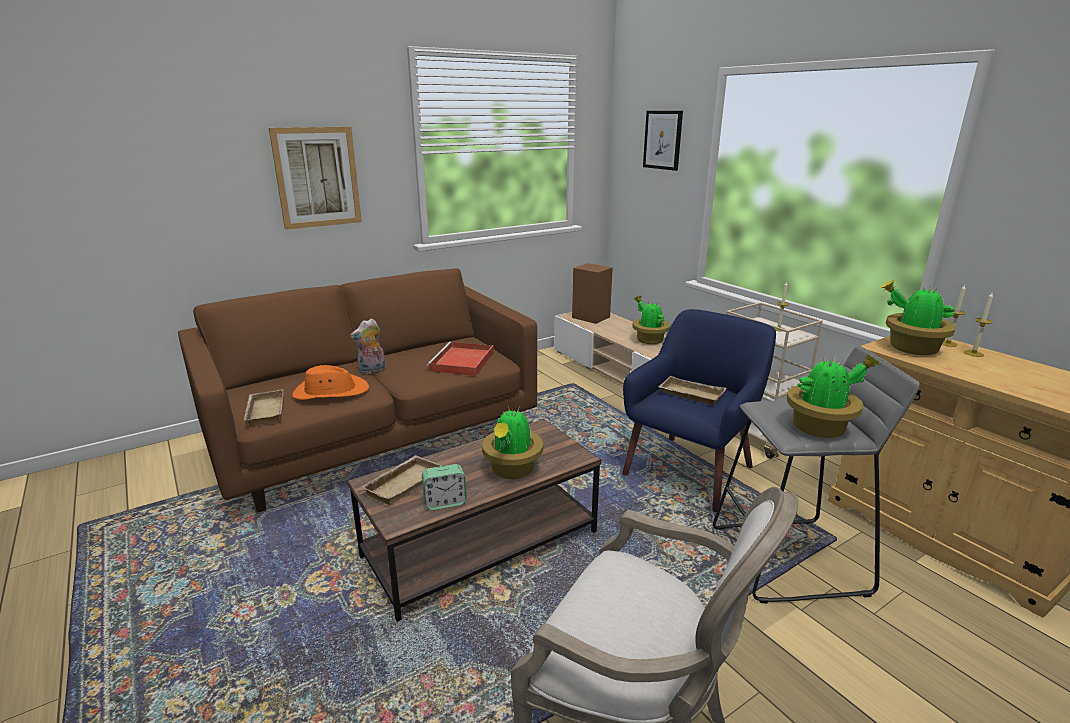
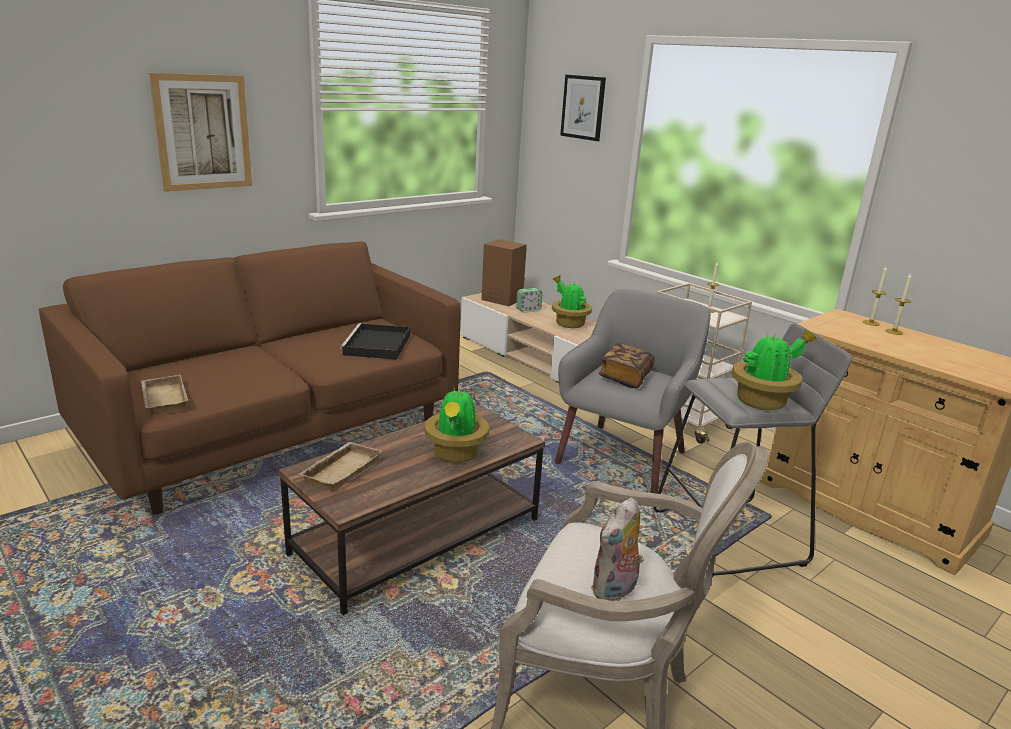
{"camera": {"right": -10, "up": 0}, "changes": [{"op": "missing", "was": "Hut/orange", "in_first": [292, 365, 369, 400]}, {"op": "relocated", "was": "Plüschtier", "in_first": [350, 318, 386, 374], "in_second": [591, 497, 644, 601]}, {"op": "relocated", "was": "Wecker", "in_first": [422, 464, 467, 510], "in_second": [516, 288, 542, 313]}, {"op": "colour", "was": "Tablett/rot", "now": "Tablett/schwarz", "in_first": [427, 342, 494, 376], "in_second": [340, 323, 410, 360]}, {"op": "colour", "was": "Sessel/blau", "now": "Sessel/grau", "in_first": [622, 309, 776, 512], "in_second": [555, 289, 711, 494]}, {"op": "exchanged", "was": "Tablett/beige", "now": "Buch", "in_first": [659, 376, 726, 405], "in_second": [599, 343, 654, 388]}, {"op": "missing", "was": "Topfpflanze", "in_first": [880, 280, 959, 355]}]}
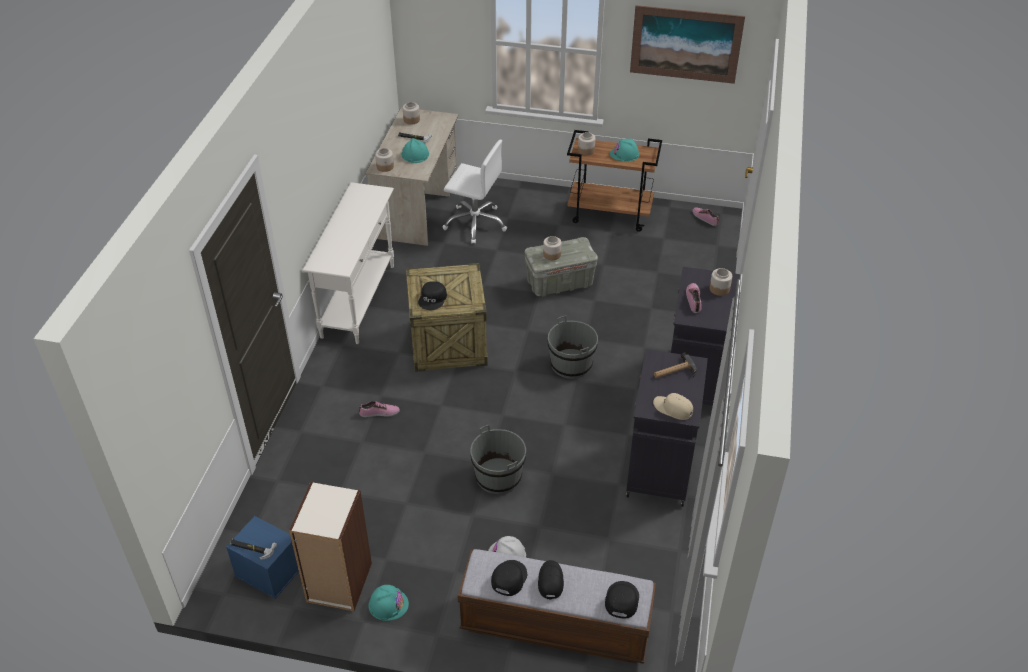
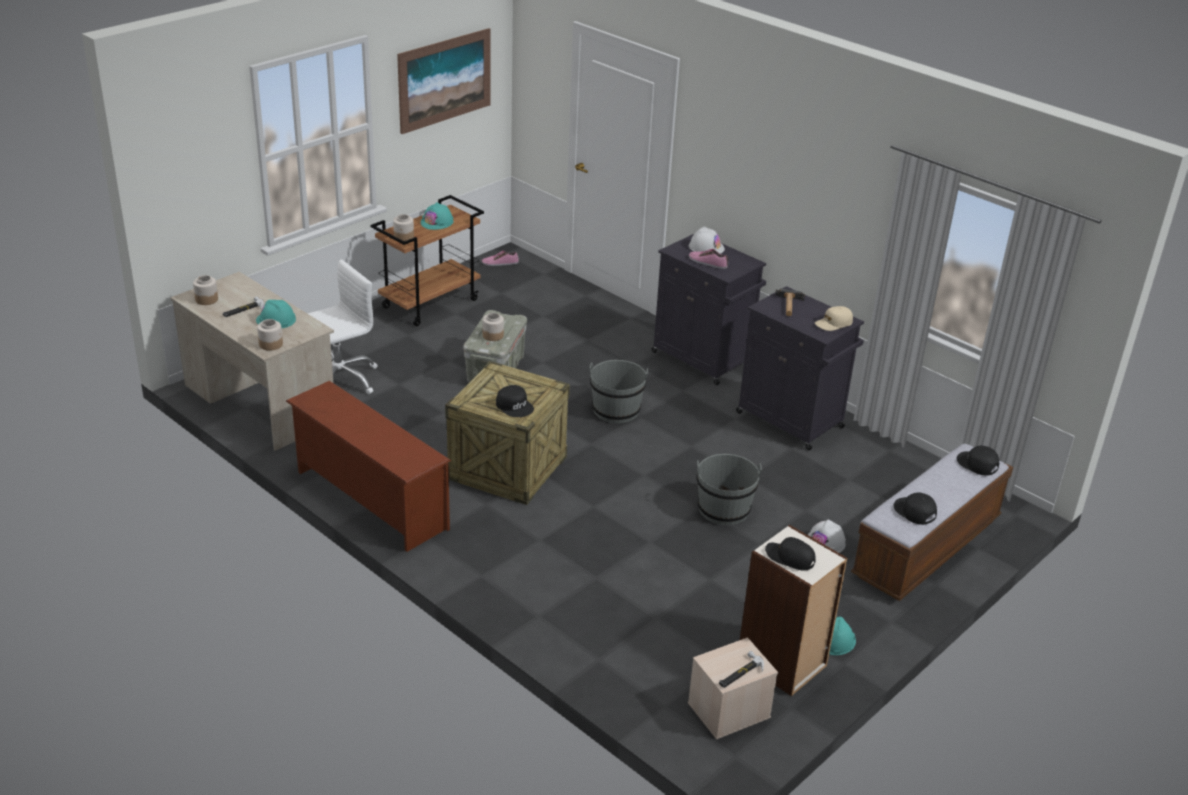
{"camera": {"right": -60, "up": -10}, "changes": [{"op": "colour", "was": "Aufbewahrungsbox/blau", "now": "Aufbewahrungsbox/beige", "in_first": [226, 516, 299, 599], "in_second": [688, 637, 778, 740]}, {"op": "exchanged", "was": "Konsolentisch/weiß", "now": "Schuhregal/braun", "in_first": [302, 182, 394, 344], "in_second": [286, 381, 451, 552]}, {"op": "missing", "was": "Schuh", "in_first": [359, 401, 400, 417]}, {"op": "relocated", "was": "Kappe/schwarz", "in_first": [538, 560, 564, 599], "in_second": [765, 537, 816, 570]}, {"op": "exchanged", "was": "Vorratsglas", "now": "Schutzhelm/weiß", "in_first": [710, 268, 732, 296], "in_second": [689, 227, 725, 254]}]}
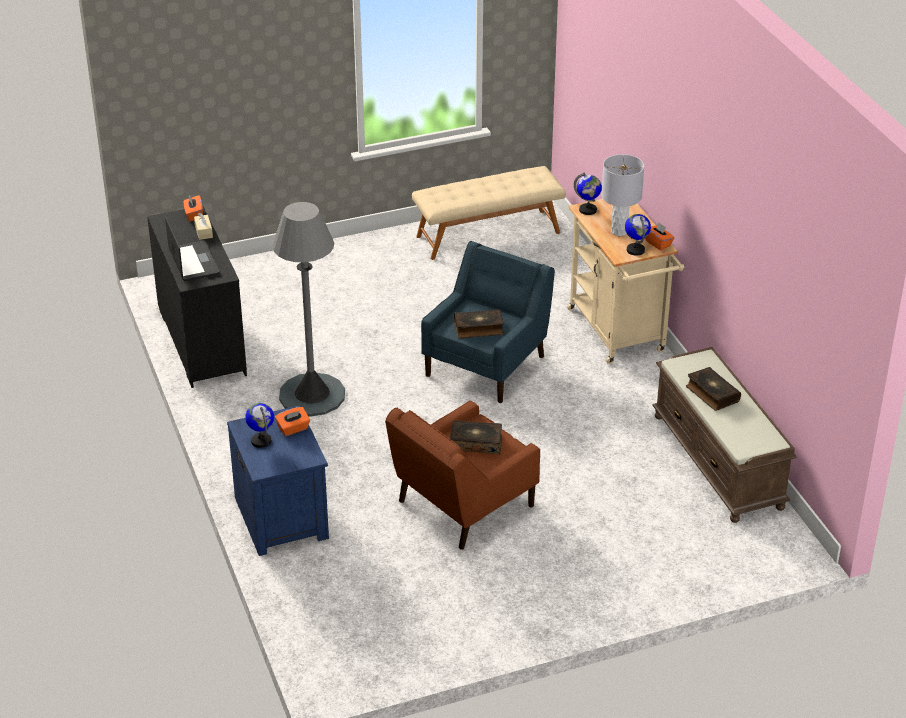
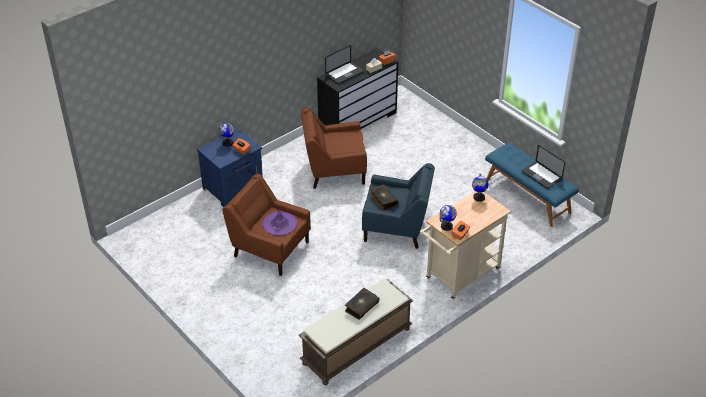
{"camera": {"right": 70, "up": 5}, "changes": [{"op": "exchanged", "was": "Stehlampe/grau", "now": "Sessel/braun", "in_first": [272, 202, 345, 417], "in_second": [301, 108, 367, 189]}, {"op": "colour", "was": "Bank/beige", "now": "Bank/blau", "in_first": [412, 166, 566, 260], "in_second": [485, 143, 579, 227]}, {"op": "exchanged", "was": "Buch", "now": "Hut/lila", "in_first": [450, 420, 502, 454], "in_second": [263, 210, 297, 235]}, {"op": "missing", "was": "Tischlampe/grau", "in_first": [601, 154, 644, 236]}, {"op": "appeared", "now": "Laptop", "in_second": [521, 145, 565, 189]}]}
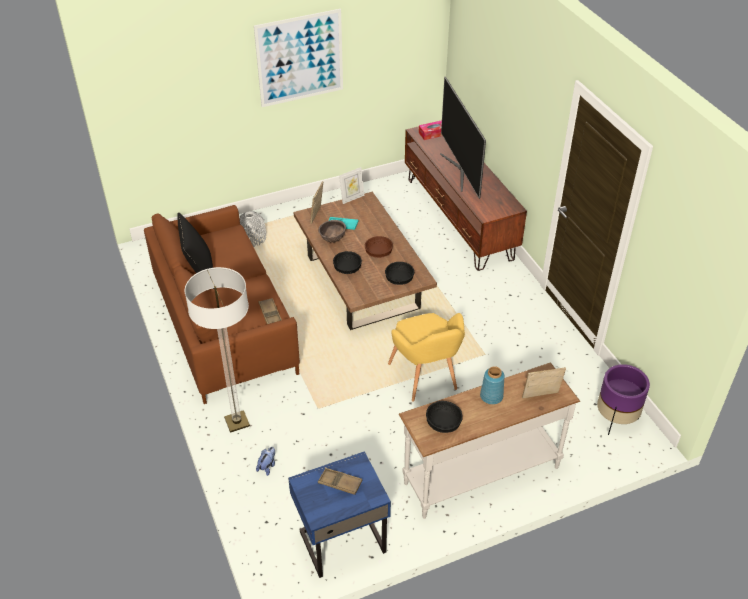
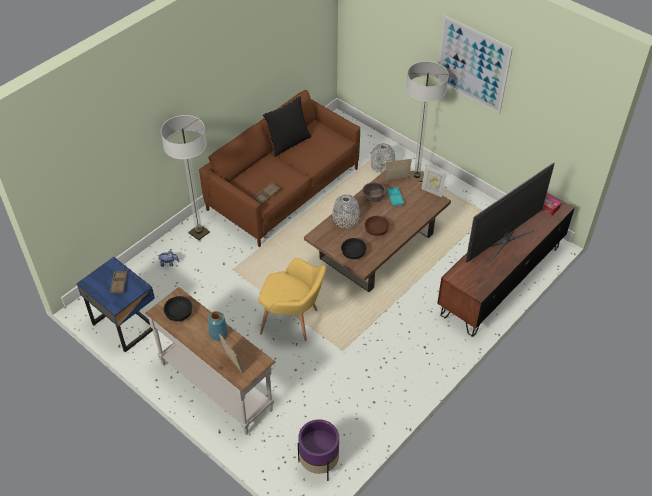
{"camera": {"right": 65, "up": 5}, "changes": [{"op": "exchanged", "was": "Schüssel/schwarz", "now": "Vase/grau", "in_first": [333, 251, 362, 274], "in_second": [332, 194, 360, 229]}, {"op": "spun", "was": "Sessel/gelb", "in_first": [388, 313, 465, 402], "in_second": [258, 258, 326, 341], "clockwise": -120}, {"op": "appeared", "now": "Stehlampe", "in_second": [406, 61, 449, 182]}]}
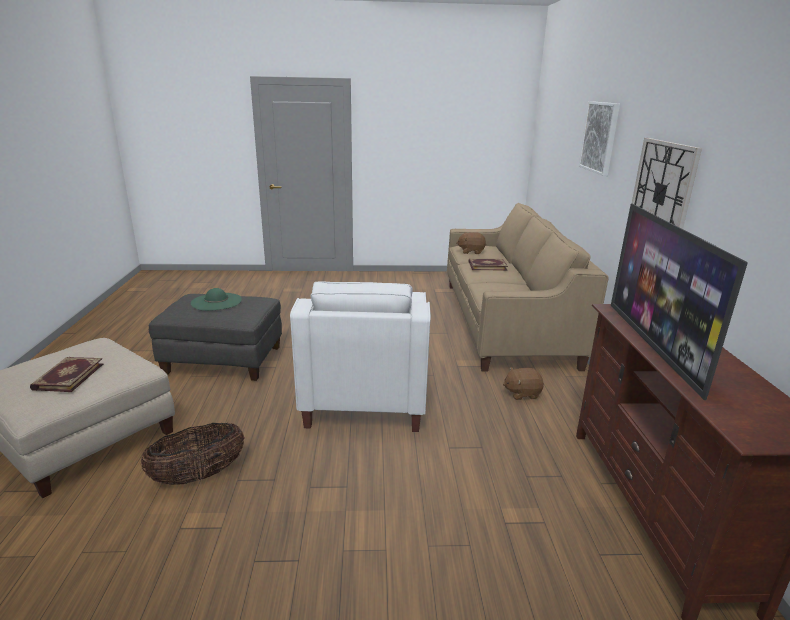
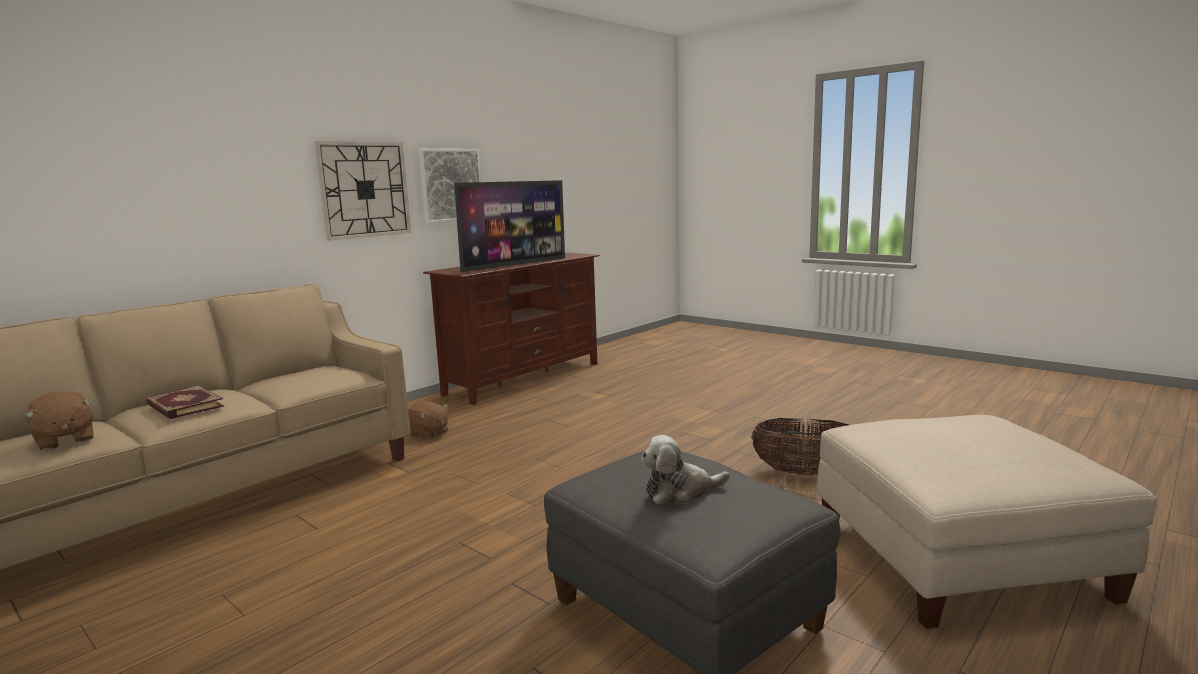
{"camera": {"right": -135, "up": -10}, "changes": [{"op": "missing", "was": "Buch", "in_first": [30, 357, 103, 392]}, {"op": "exchanged", "was": "Hut/grün", "now": "Plüschtier", "in_first": [191, 288, 242, 311], "in_second": [641, 435, 730, 504]}, {"op": "missing", "was": "Sessel/weiß", "in_first": [290, 281, 431, 432]}, {"op": "relocated", "was": "Bild", "in_first": [579, 101, 620, 176], "in_second": [418, 149, 482, 224]}]}
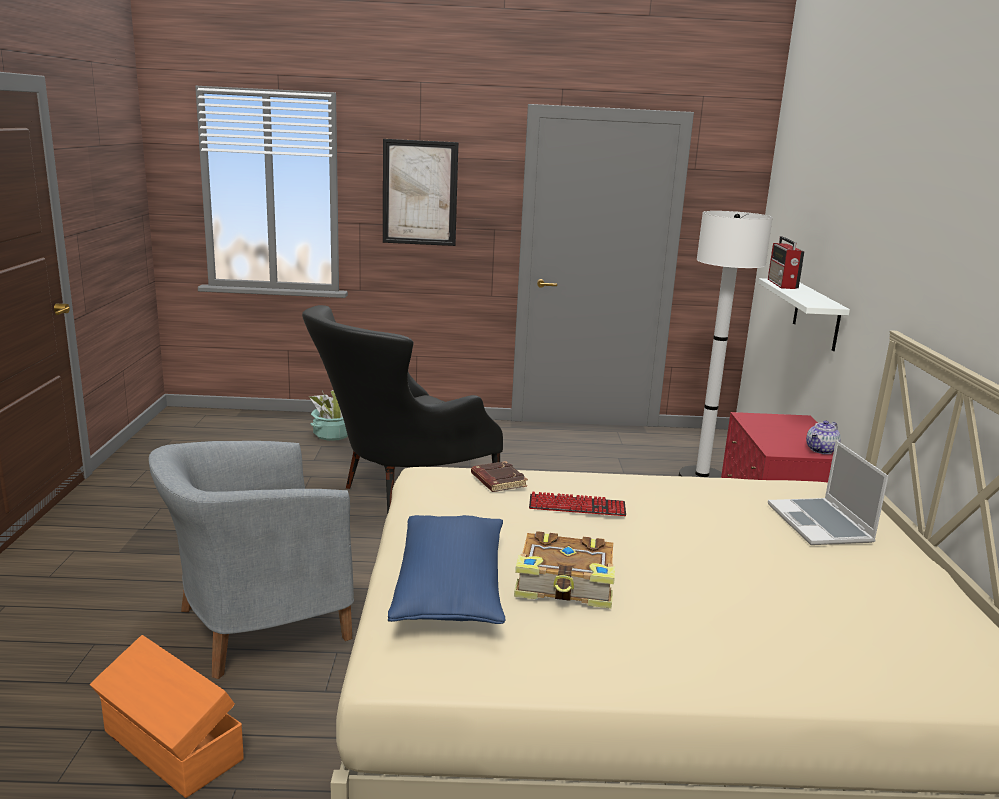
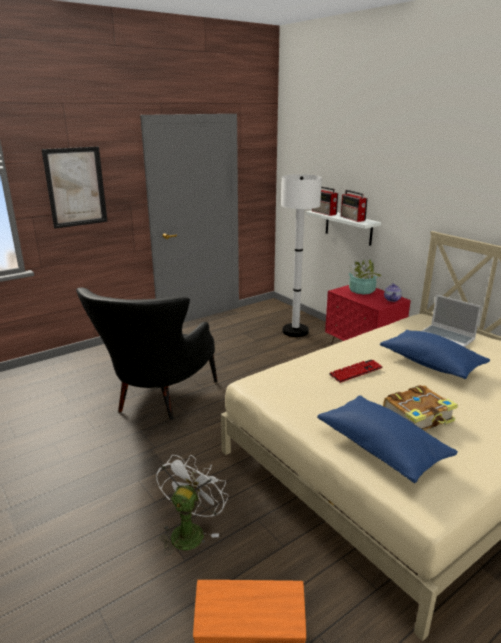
{"camera": {"right": -35, "up": 5}, "changes": [{"op": "exchanged", "was": "Sessel/grau", "now": "Ventilator/weiß", "in_first": [149, 441, 354, 679], "in_second": [156, 455, 228, 555]}, {"op": "relocated", "was": "Topfpflanze", "in_first": [309, 390, 348, 441], "in_second": [349, 259, 383, 295]}, {"op": "missing", "was": "Buch/braun", "in_first": [471, 461, 528, 492]}, {"op": "appeared", "now": "Radio", "in_second": [341, 190, 368, 222]}, {"op": "appeared", "now": "Kissen/blau", "in_second": [380, 330, 490, 379]}]}
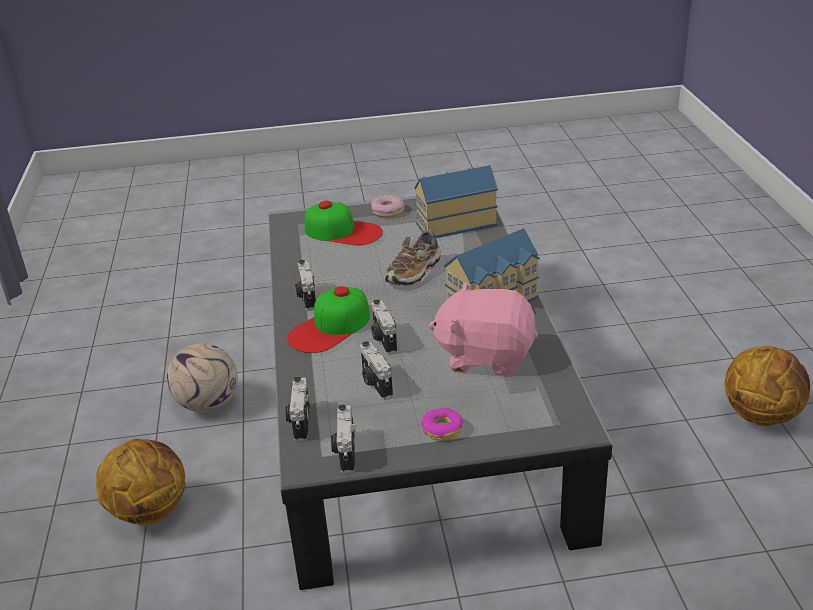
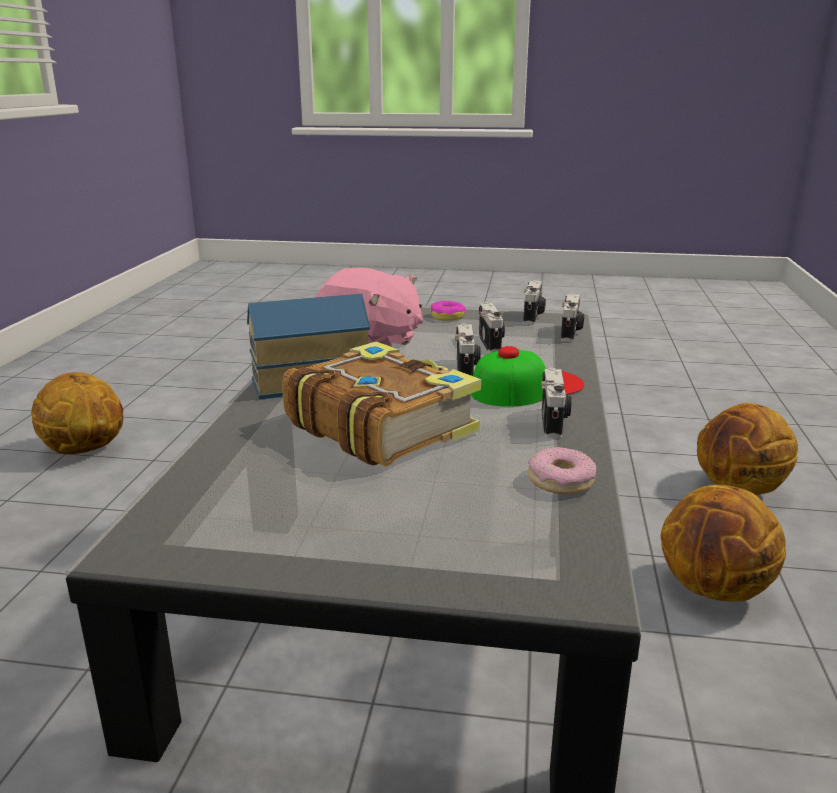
{"camera": {"right": -165, "up": -10}, "changes": [{"op": "exchanged", "was": "Fußball", "now": "Basketball", "in_first": [167, 343, 238, 413], "in_second": [661, 485, 786, 602]}, {"op": "missing", "was": "Kappe", "in_first": [305, 201, 383, 245]}, {"op": "relocated", "was": "Donut", "in_first": [371, 195, 404, 217], "in_second": [528, 447, 596, 494]}, {"op": "exchanged", "was": "Schuh", "now": "Buch", "in_first": [385, 229, 441, 286], "in_second": [282, 341, 481, 467]}, {"op": "missing", "was": "Spielzeughaus", "in_first": [414, 165, 498, 238]}]}
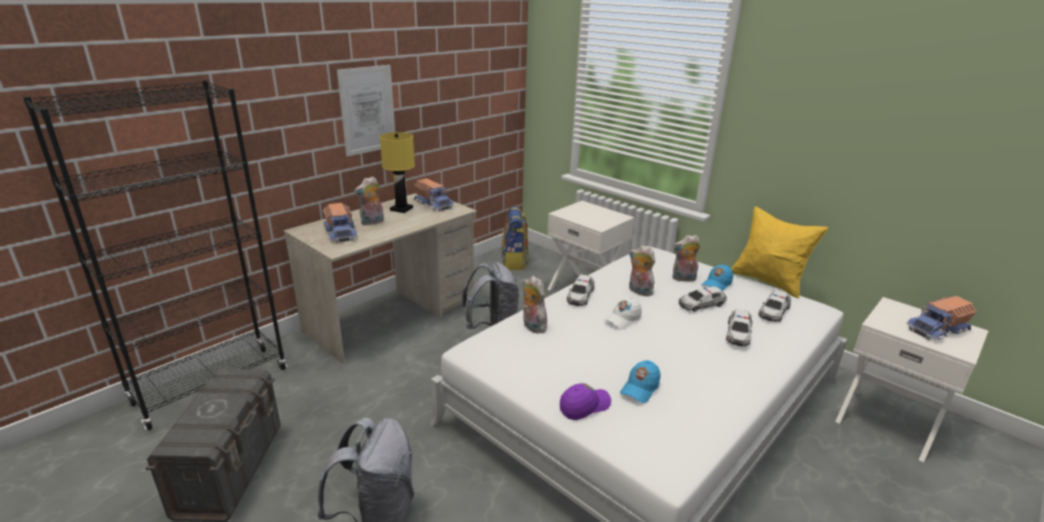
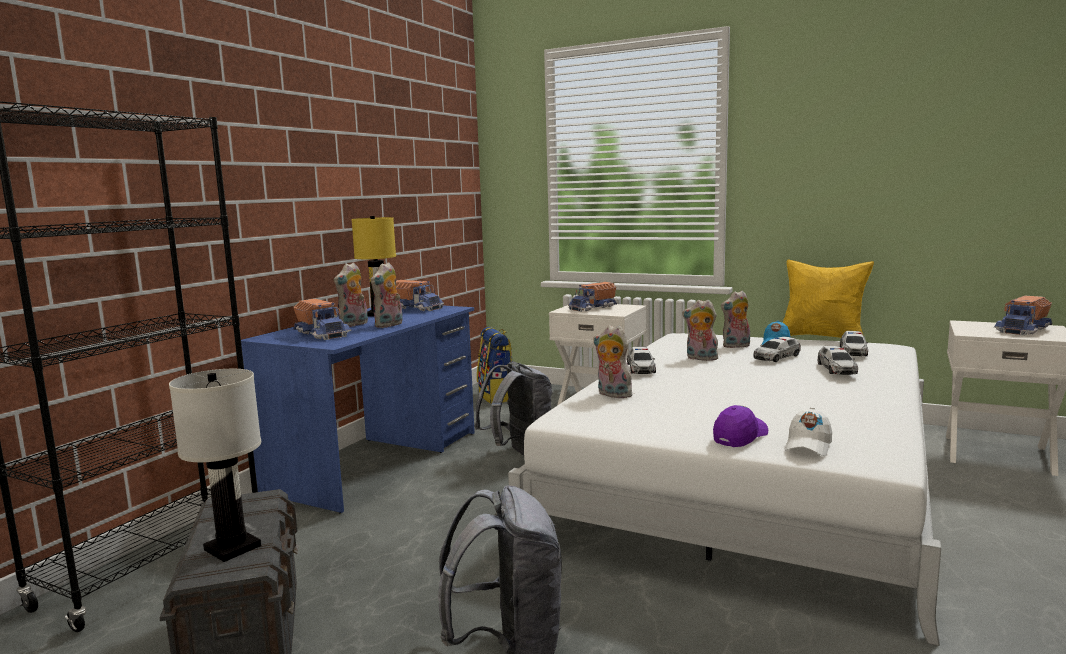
{"camera": {"right": -15, "up": -15}, "changes": [{"op": "colour", "was": "Schreibtisch/beige", "now": "Schreibtisch/blau", "in_first": [283, 193, 477, 364], "in_second": [241, 306, 475, 513]}, {"op": "missing", "was": "Bild", "in_first": [337, 65, 395, 157]}, {"op": "relocated", "was": "Kappe/weiß", "in_first": [604, 297, 642, 329], "in_second": [784, 407, 832, 456]}, {"op": "missing", "was": "Kappe/blau", "in_first": [620, 360, 661, 403]}, {"op": "appeared", "now": "Tischlampe/weiß", "in_second": [169, 369, 261, 562]}, {"op": "appeared", "now": "Plüschtier", "in_second": [370, 262, 403, 328]}, {"op": "appeared", "now": "Spielzeuglaster", "in_second": [568, 282, 617, 312]}]}
